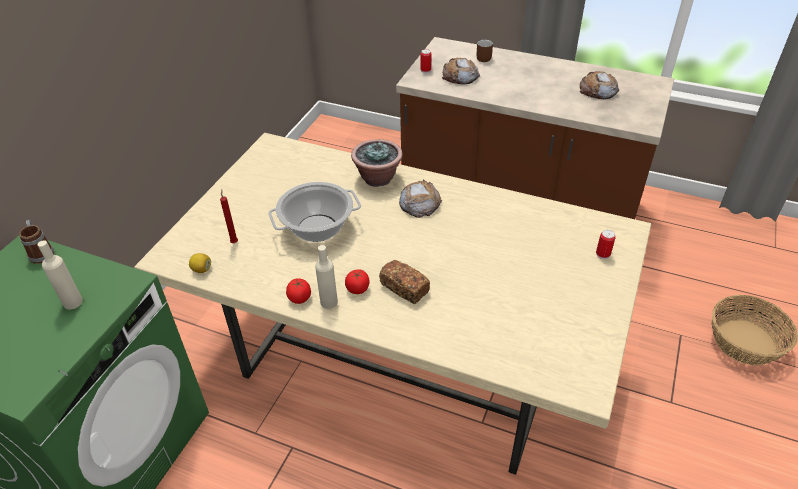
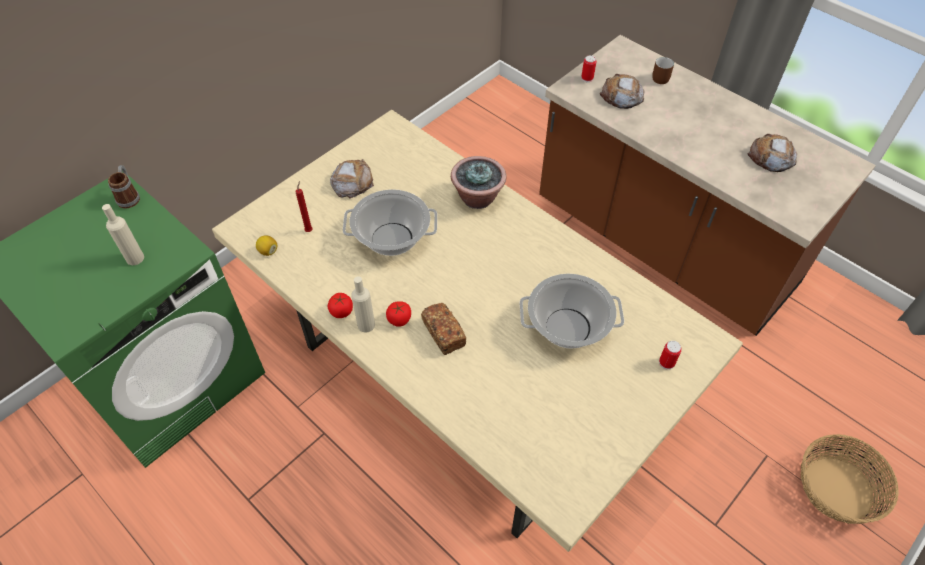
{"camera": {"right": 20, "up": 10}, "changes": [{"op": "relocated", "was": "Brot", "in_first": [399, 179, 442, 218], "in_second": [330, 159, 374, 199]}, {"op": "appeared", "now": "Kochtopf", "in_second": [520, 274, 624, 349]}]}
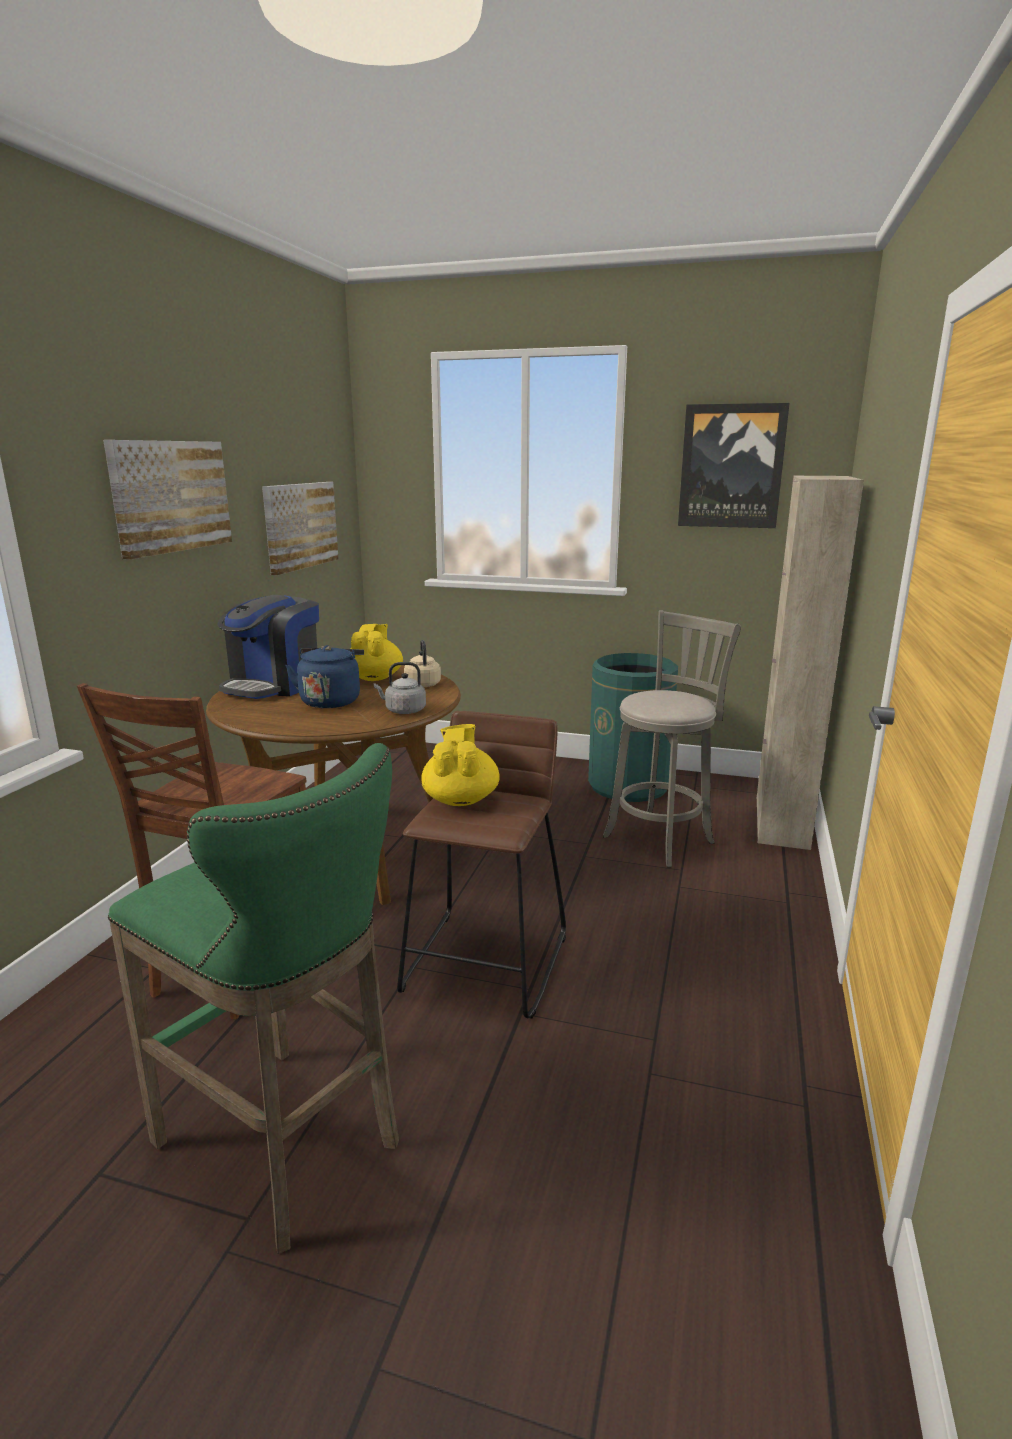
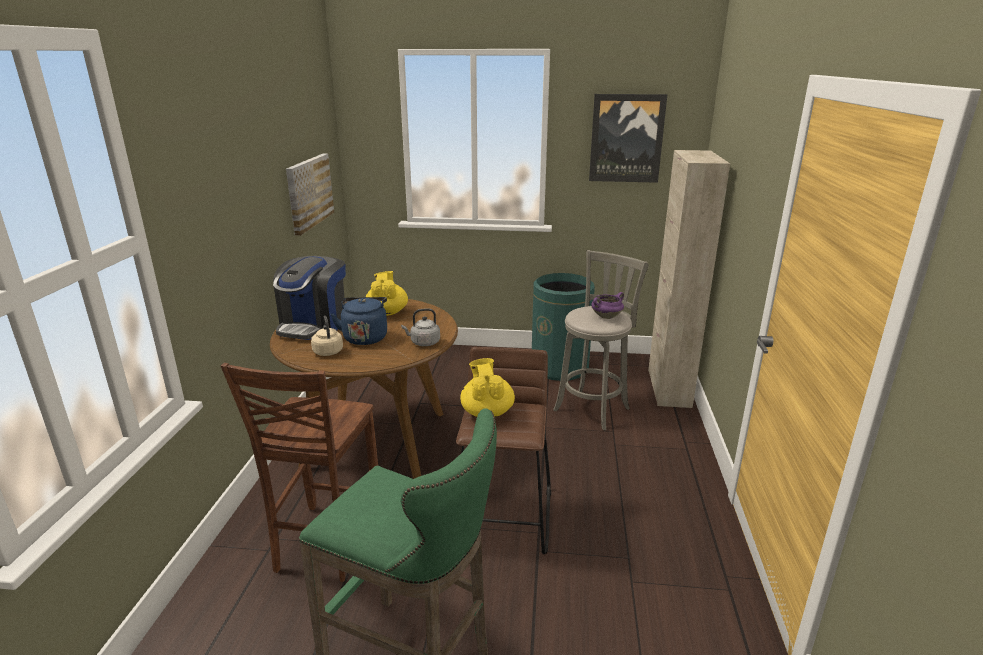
{"camera": {"right": -10, "up": 5}, "changes": [{"op": "missing", "was": "Bild", "in_first": [103, 440, 232, 560]}, {"op": "relocated", "was": "Wasserkessel/beige", "in_first": [404, 640, 441, 688], "in_second": [311, 316, 343, 356]}, {"op": "appeared", "now": "Kochtopf/lila", "in_second": [591, 292, 624, 319]}]}
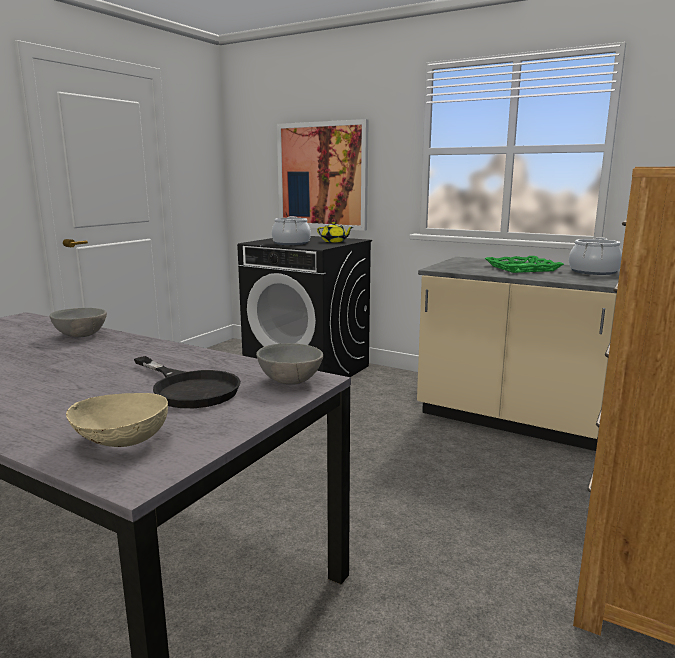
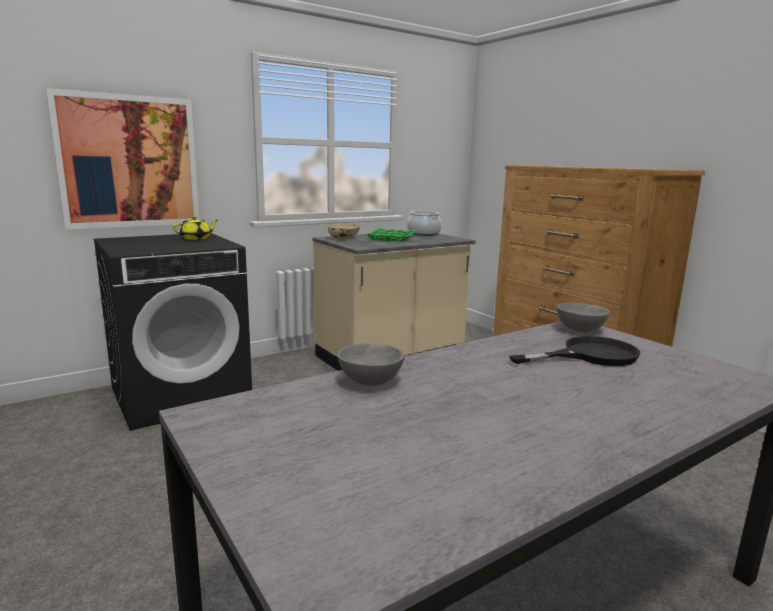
{"camera": {"right": -65, "up": 0}, "changes": [{"op": "relocated", "was": "Schüssel/beige", "in_first": [66, 393, 168, 447], "in_second": [328, 223, 361, 239]}, {"op": "missing", "was": "Kochtopf", "in_first": [272, 216, 311, 245]}]}
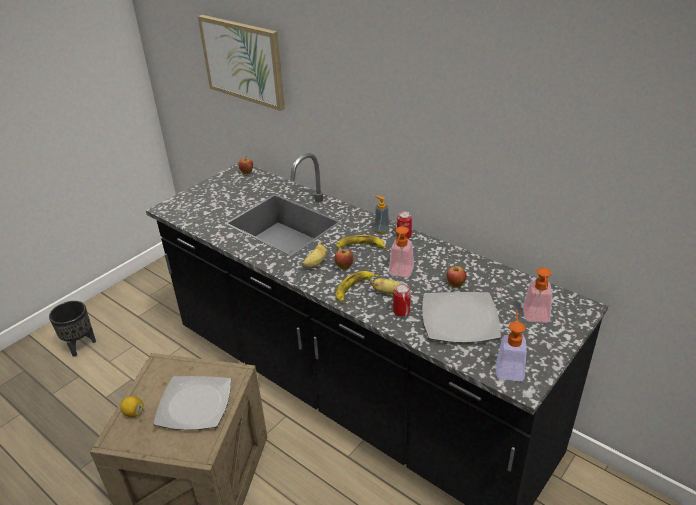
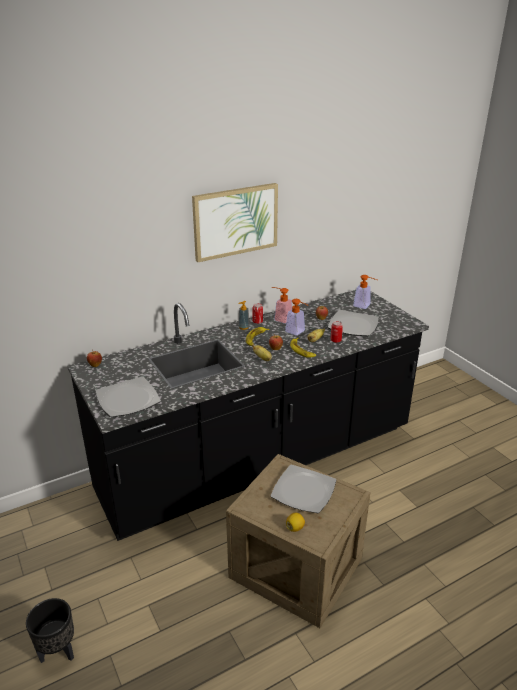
{"camera": {"right": -70, "up": -5}, "changes": [{"op": "relocated", "was": "Bild", "in_first": [198, 15, 285, 111], "in_second": [192, 183, 278, 262]}, {"op": "relocated", "was": "Seifenspender", "in_first": [496, 310, 526, 381], "in_second": [272, 287, 292, 324]}, {"op": "appeared", "now": "Teller", "in_second": [95, 376, 161, 417]}]}
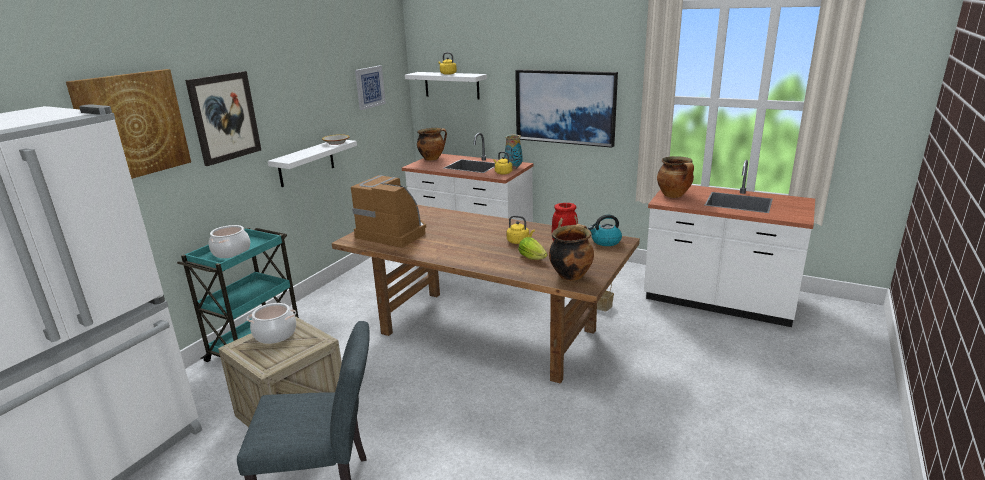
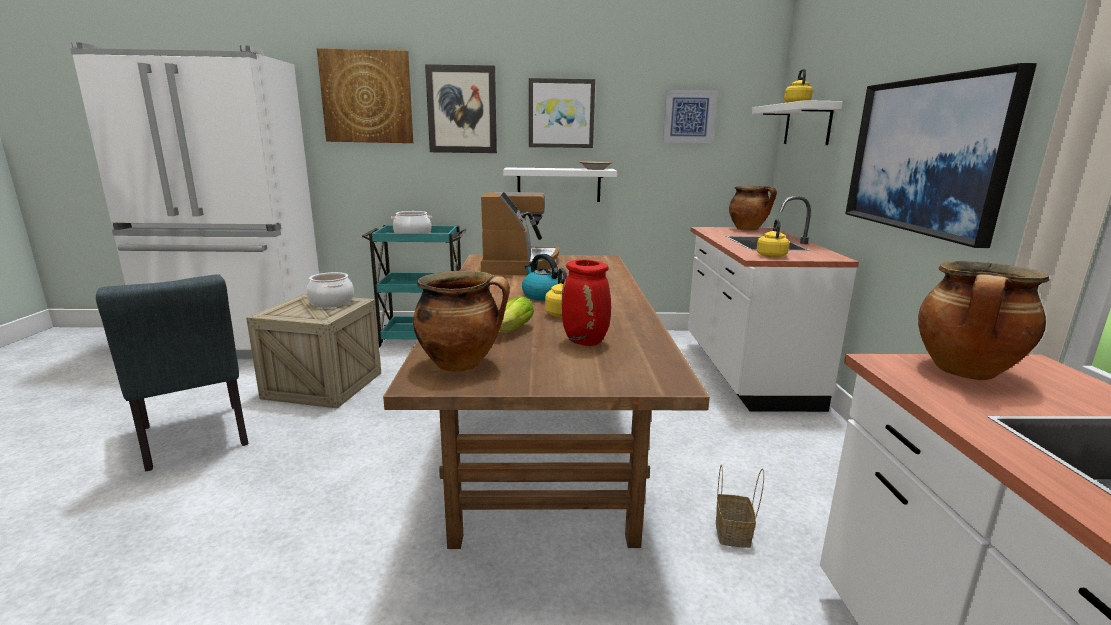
{"camera": {"right": 60, "up": -5}, "changes": [{"op": "missing", "was": "Vase", "in_first": [504, 135, 523, 169]}, {"op": "relocated", "was": "Wasserkessel", "in_first": [588, 215, 622, 246], "in_second": [522, 254, 564, 301]}, {"op": "appeared", "now": "Bild", "in_second": [529, 78, 595, 148]}]}
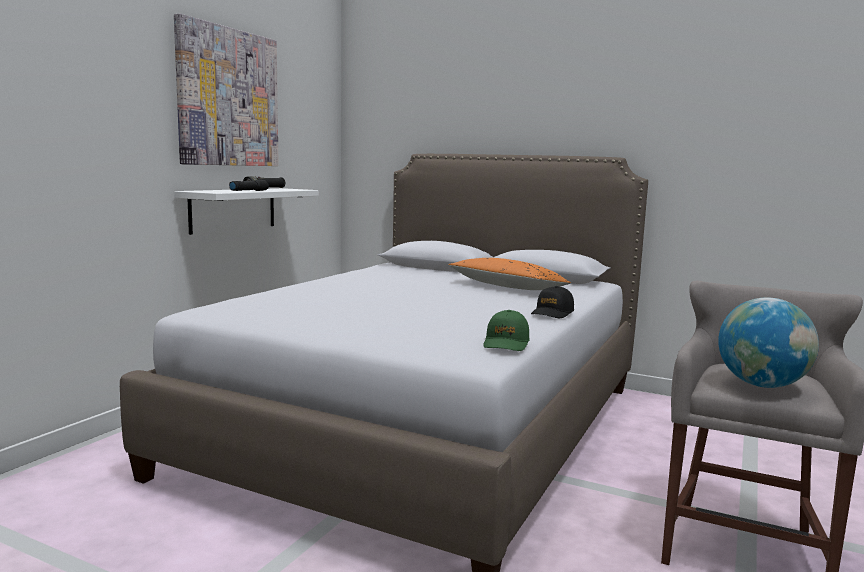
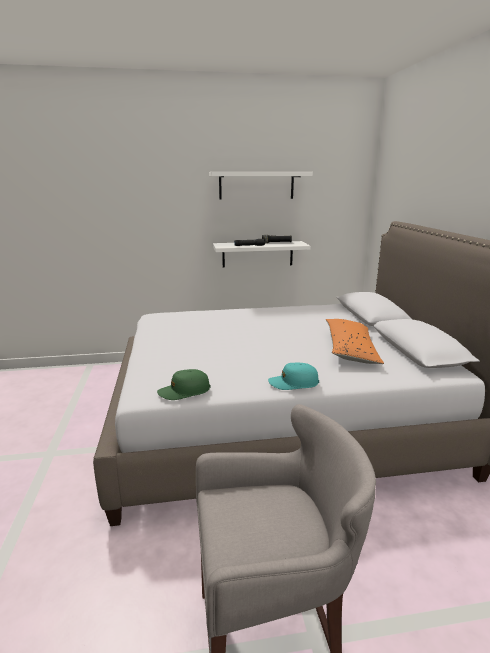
{"camera": {"right": 55, "up": 10}, "changes": [{"op": "exchanged", "was": "Bild", "now": "Wandregal/weiß", "in_first": [174, 14, 279, 166], "in_second": [209, 172, 313, 200]}, {"op": "colour", "was": "Kappe/schwarz", "now": "Kappe/türkis", "in_first": [531, 286, 574, 318], "in_second": [268, 363, 319, 390]}, {"op": "missing", "was": "Globus", "in_first": [718, 297, 819, 388]}]}
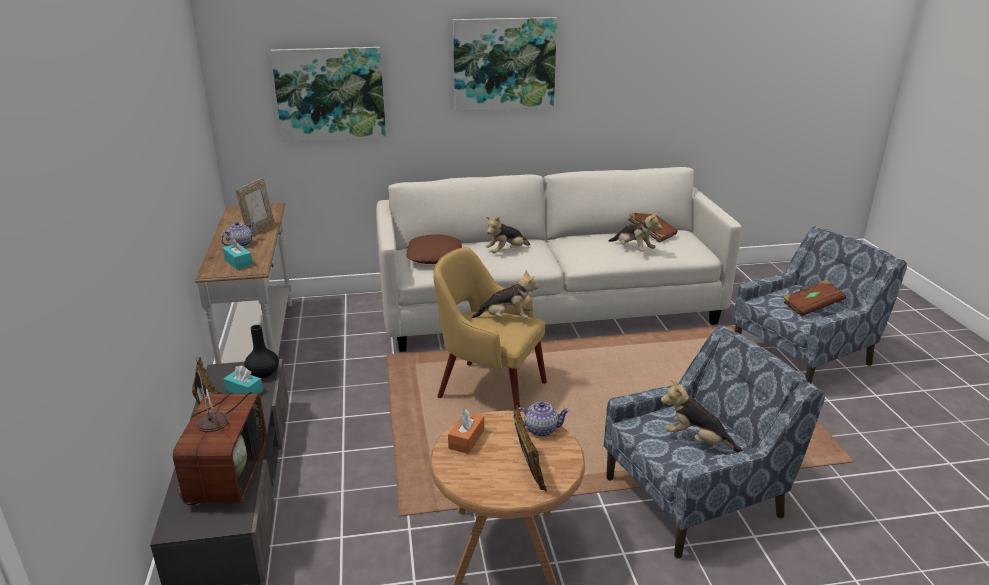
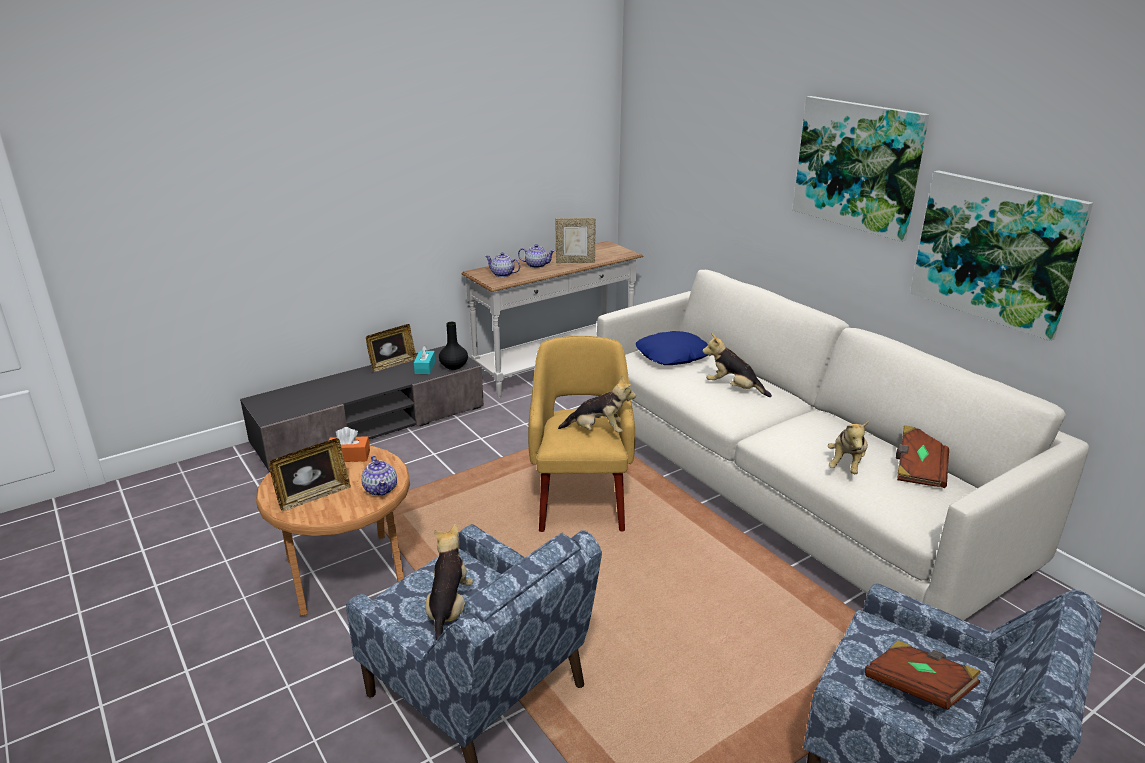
{"camera": {"right": 65, "up": 0}, "changes": [{"op": "missing", "was": "Fernseher", "in_first": [173, 357, 267, 505]}, {"op": "exchanged", "was": "Taschentuchbox/türkis", "now": "Teekanne", "in_first": [223, 238, 253, 270], "in_second": [485, 252, 520, 277]}, {"op": "relocated", "was": "Bild", "in_first": [270, 47, 386, 142], "in_second": [910, 170, 1093, 341]}, {"op": "colour", "was": "Kissen/braun", "now": "Kissen/blau", "in_first": [406, 234, 462, 264], "in_second": [636, 331, 708, 365]}, {"op": "spun", "was": "Plüschtier", "in_first": [472, 270, 539, 319], "in_second": [558, 376, 636, 433], "clockwise": -60}]}
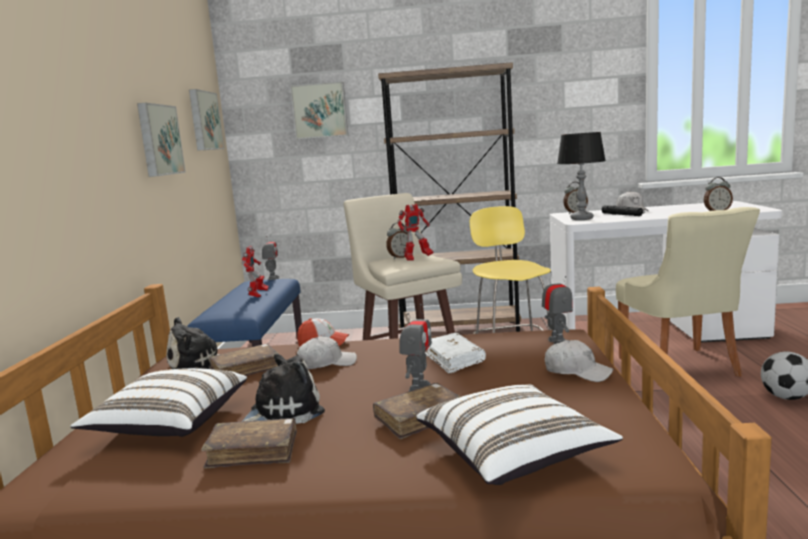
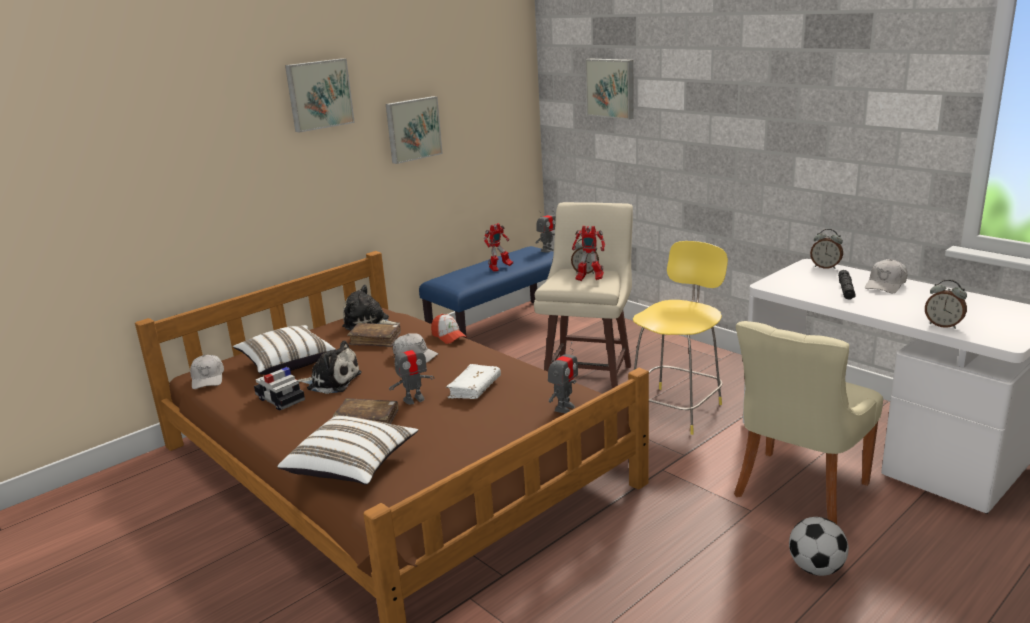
{"camera": {"right": 45, "up": 10}, "changes": [{"op": "relocated", "was": "Bild", "in_first": [189, 89, 224, 151], "in_second": [285, 58, 355, 133]}, {"op": "exchanged", "was": "Buch/braun", "now": "Spielzeugauto", "in_first": [201, 418, 297, 469], "in_second": [254, 367, 305, 411]}, {"op": "missing", "was": "Bücherregal/braun", "in_first": [378, 62, 521, 332]}, {"op": "relocated", "was": "Kappe/weiß", "in_first": [545, 340, 614, 382], "in_second": [190, 355, 224, 389]}, {"op": "missing", "was": "Tischlampe", "in_first": [557, 132, 606, 220]}]}
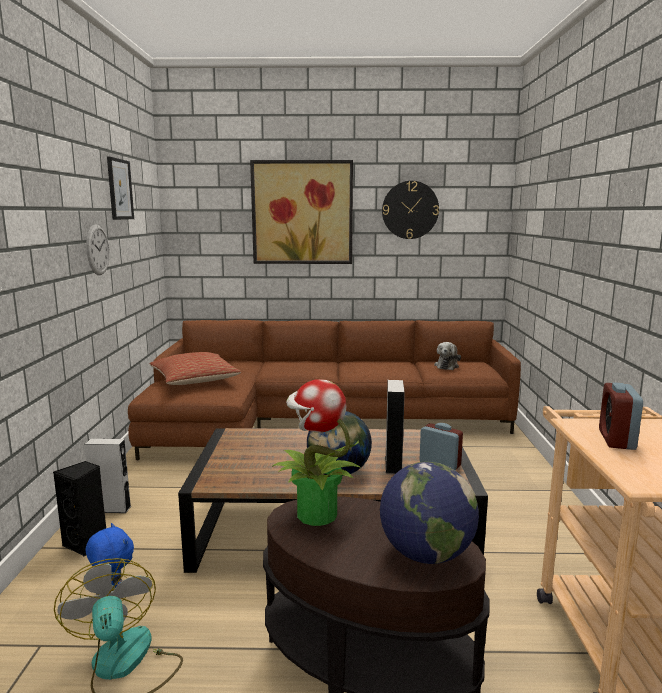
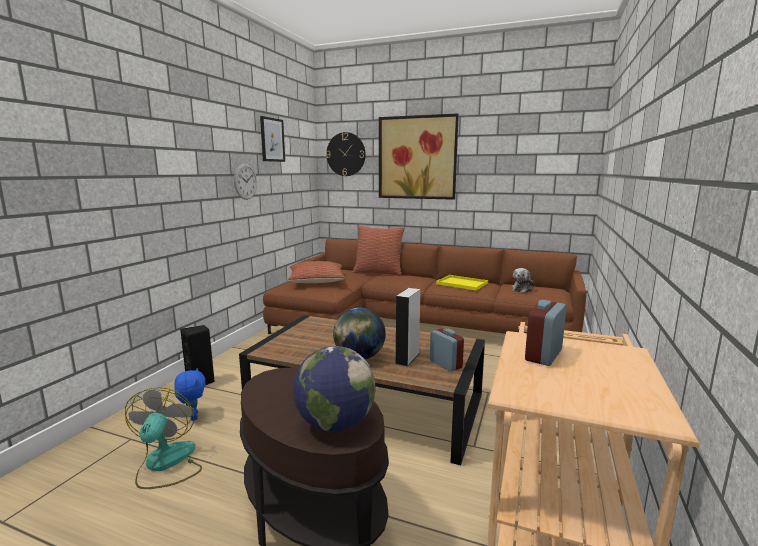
{"camera": {"right": 20, "up": 0}, "changes": [{"op": "missing", "was": "Lautsprecher/grau", "in_first": [84, 439, 131, 513]}, {"op": "missing", "was": "Topfpflanze", "in_first": [272, 379, 361, 526]}, {"op": "relocated", "was": "Wanduhr", "in_first": [382, 181, 439, 239], "in_second": [326, 132, 366, 176]}, {"op": "appeared", "now": "Kissen", "in_second": [353, 225, 405, 276]}, {"op": "appeared", "now": "Tablett/gelb", "in_second": [436, 275, 488, 291]}]}
